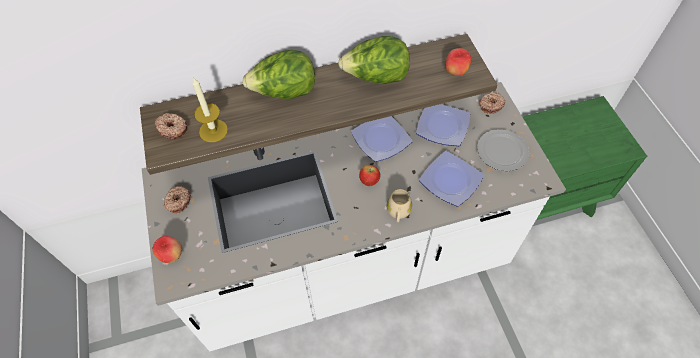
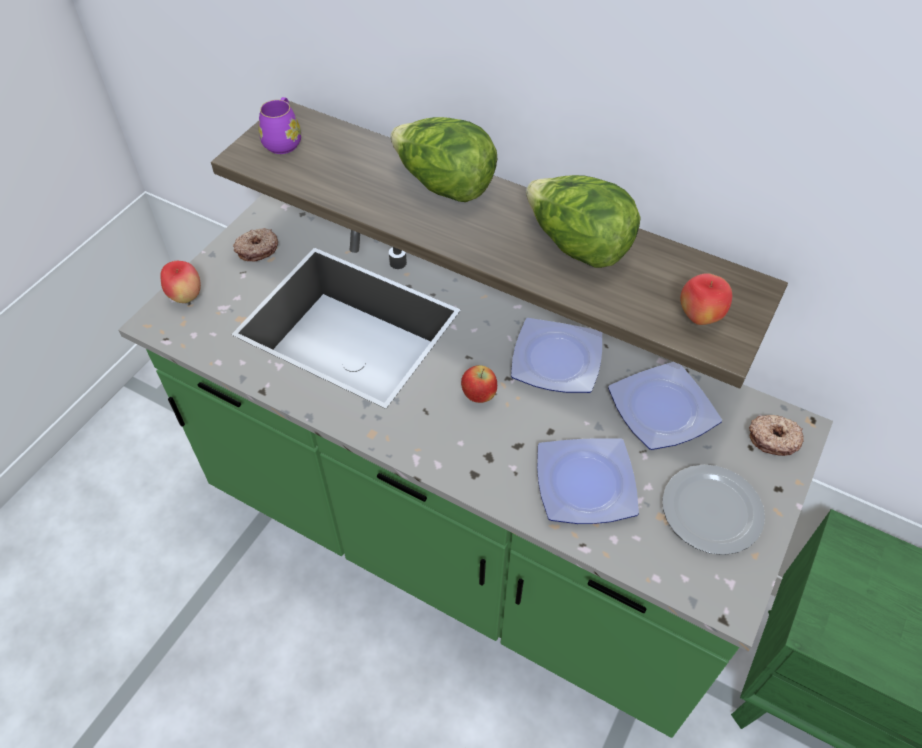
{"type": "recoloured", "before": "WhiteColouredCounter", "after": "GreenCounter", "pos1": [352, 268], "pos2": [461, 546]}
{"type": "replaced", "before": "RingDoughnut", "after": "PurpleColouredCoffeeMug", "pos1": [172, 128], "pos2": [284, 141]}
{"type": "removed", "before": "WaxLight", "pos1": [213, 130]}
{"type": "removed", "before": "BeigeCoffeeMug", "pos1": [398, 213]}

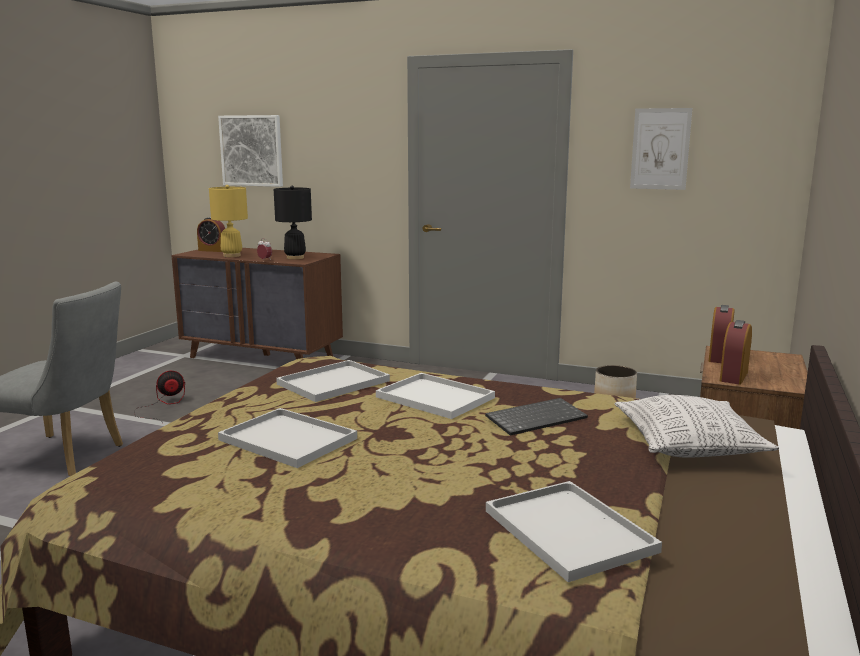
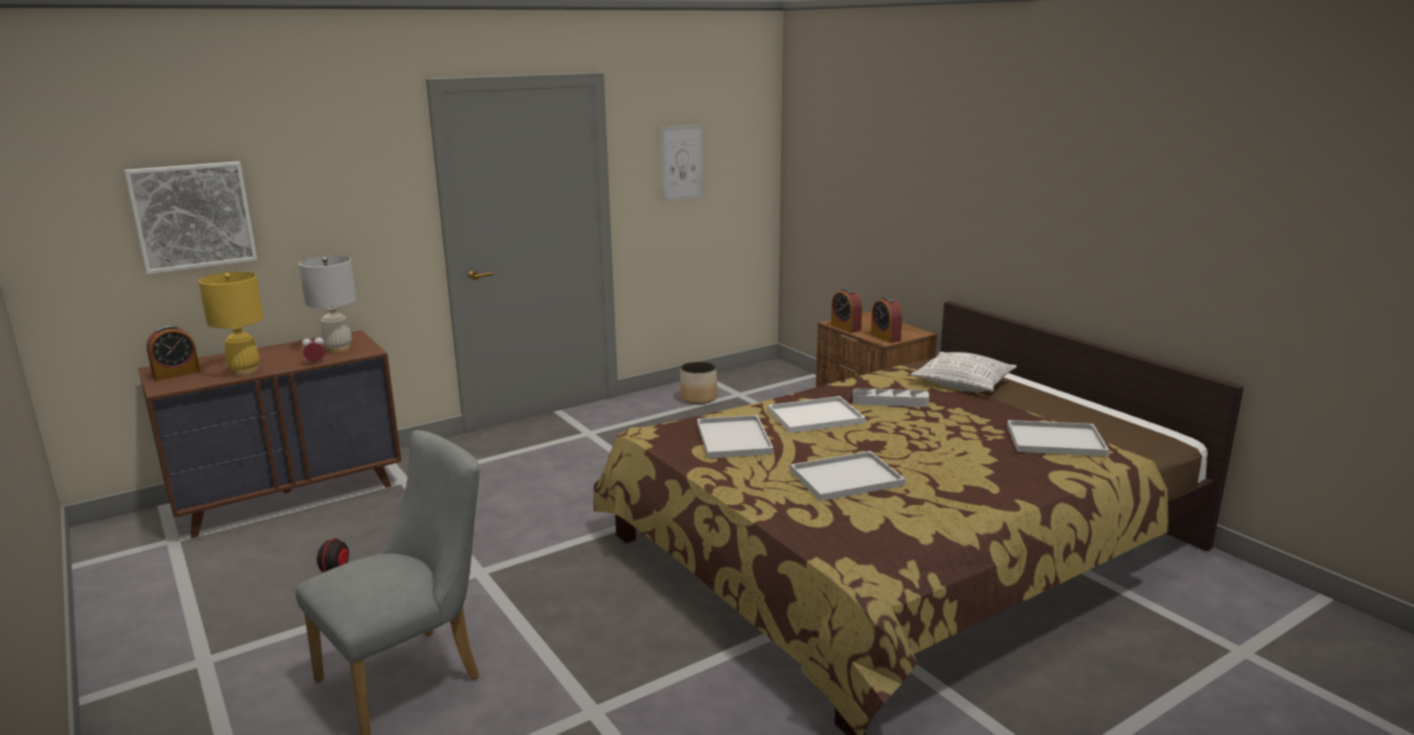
{"type": "recoloured", "before": "BlackishTabletopLamp", "after": "WhiteColouredTabletopLamp", "pos1": [295, 258], "pos2": [338, 349]}
{"type": "replaced", "before": "Keyboard", "after": "GreyishServingTray", "pos1": [536, 418], "pos2": [890, 402]}

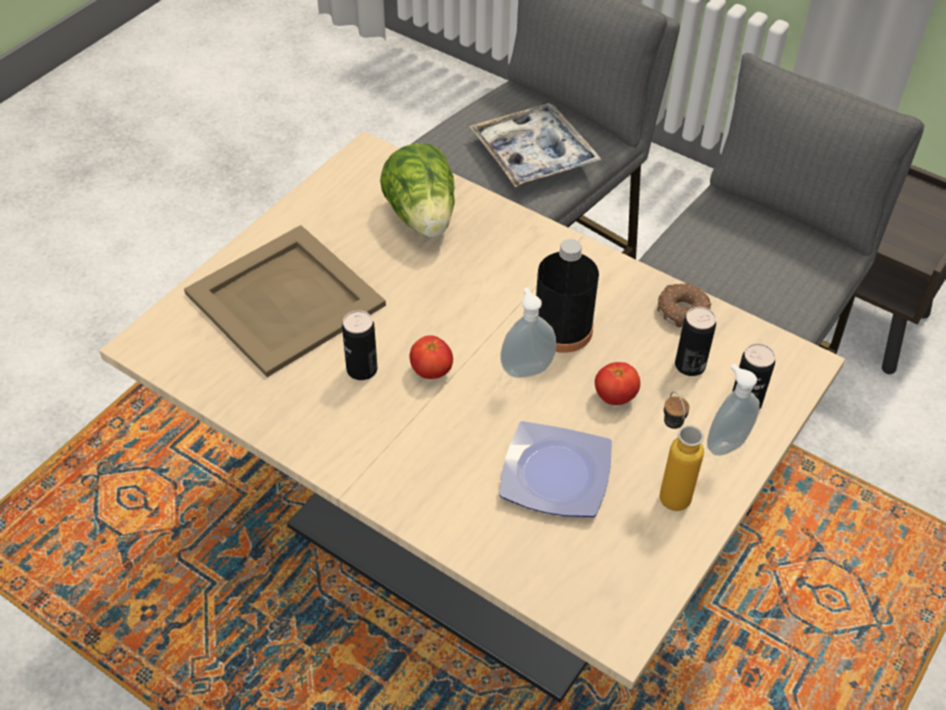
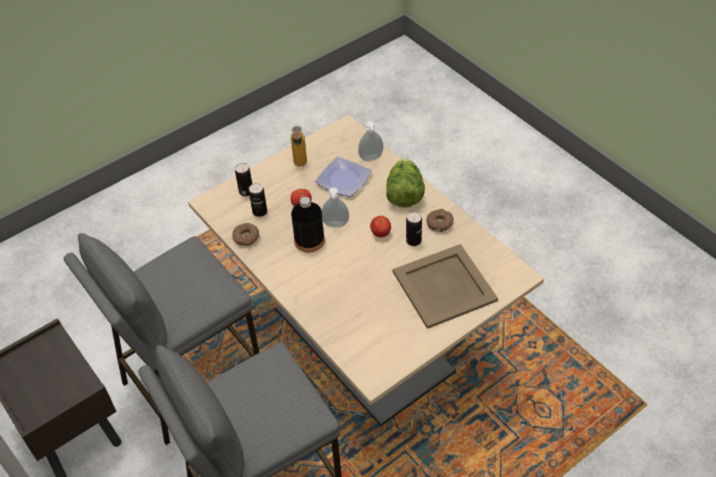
{"type": "moved", "before": "SoapDispenser", "pos1": [725, 443], "pos2": [371, 159]}
{"type": "moved", "before": "HeadOfLettuce", "pos1": [422, 217], "pos2": [404, 194]}
{"type": "added", "after": "RingDoughnut", "pos2": [439, 223]}
{"type": "removed", "before": "ServingTray", "pos1": [533, 155]}

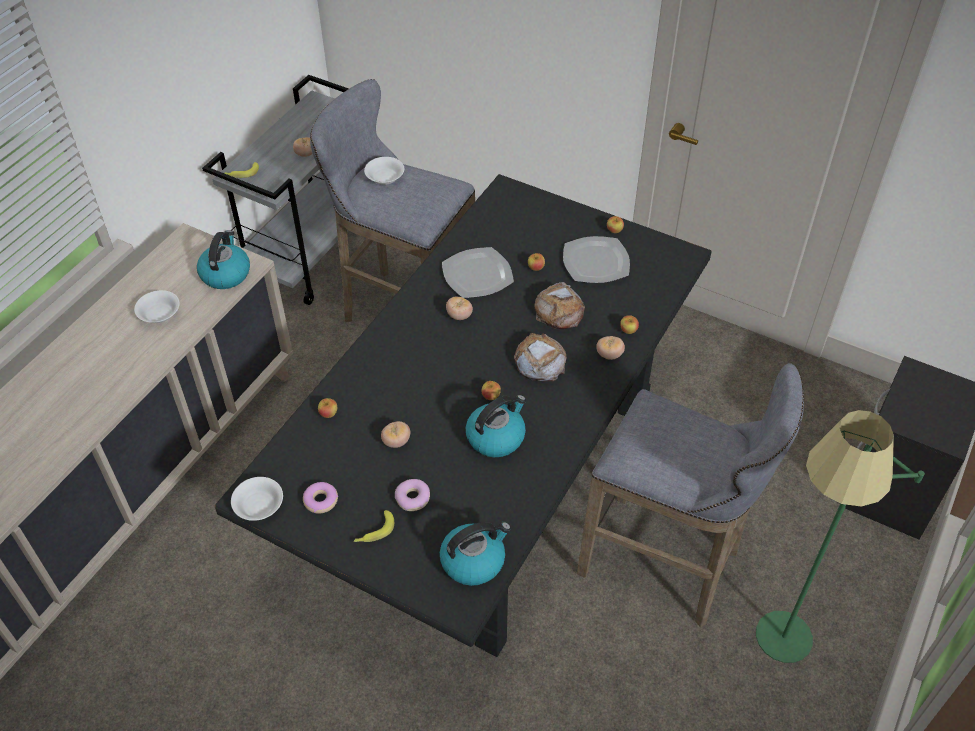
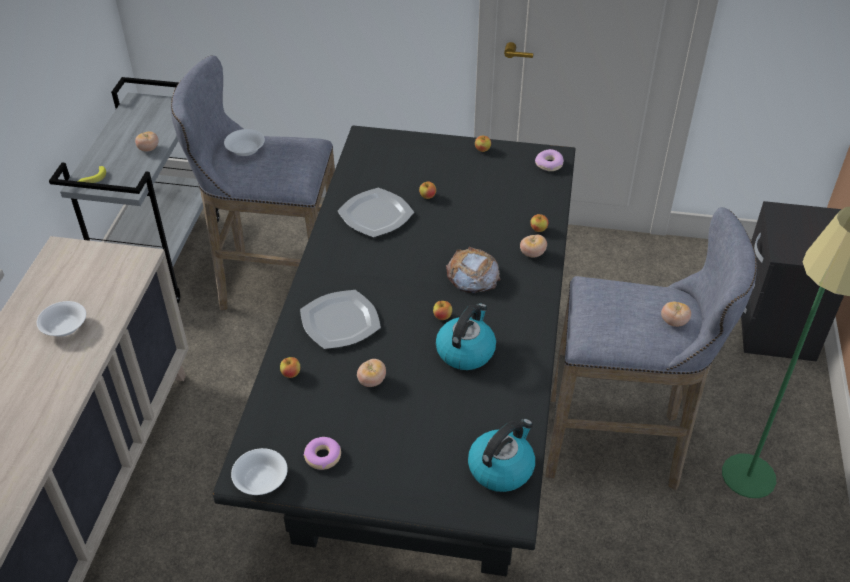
{"type": "moved", "before": "FlatDish", "pos1": [595, 262], "pos2": [340, 322]}
{"type": "moved", "before": "RingDoughnut", "pos1": [413, 498], "pos2": [549, 164]}
{"type": "moved", "before": "FreshTomato", "pos1": [459, 316], "pos2": [674, 322]}
{"type": "removed", "before": "TeaKettle", "pos1": [225, 273]}
{"type": "removed", "before": "WholeBanana", "pos1": [374, 531]}
{"type": "removed", "before": "Bread", "pos1": [559, 311]}

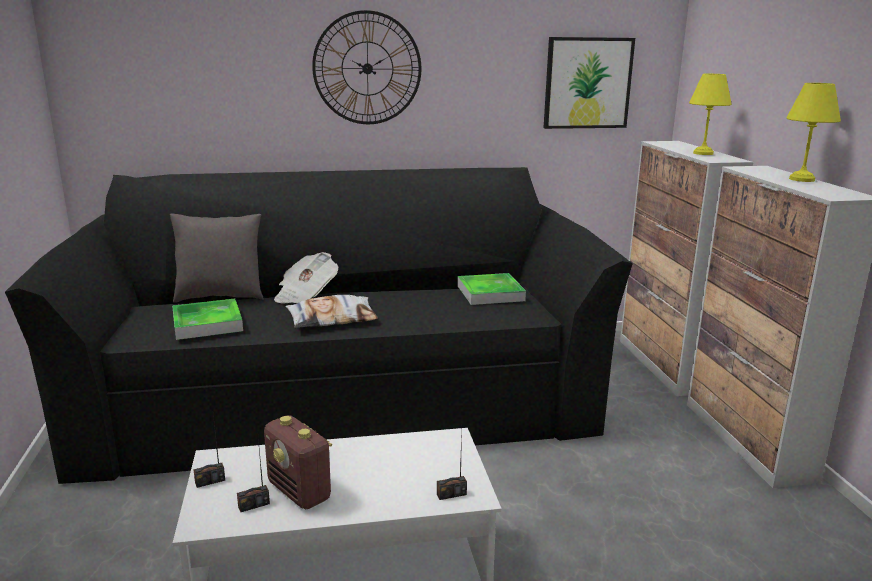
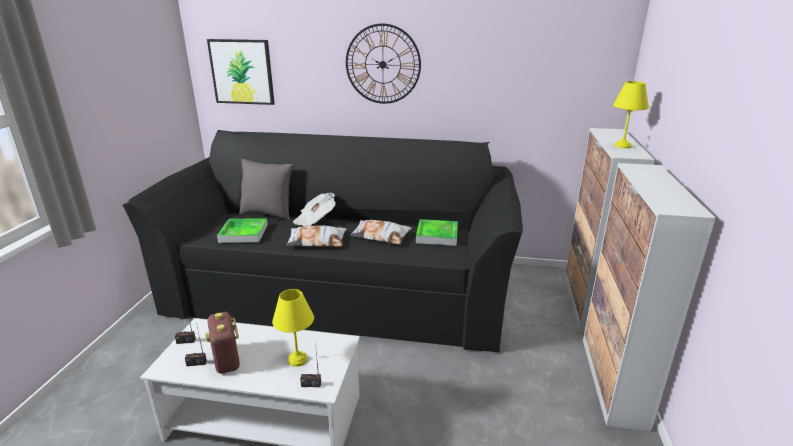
{"type": "moved", "before": "Picture", "pos1": [587, 83], "pos2": [242, 72]}
{"type": "moved", "before": "YellowColouredTabletopLamp", "pos1": [800, 179], "pos2": [296, 359]}
{"type": "added", "after": "ThrowPillow", "pos2": [380, 236]}

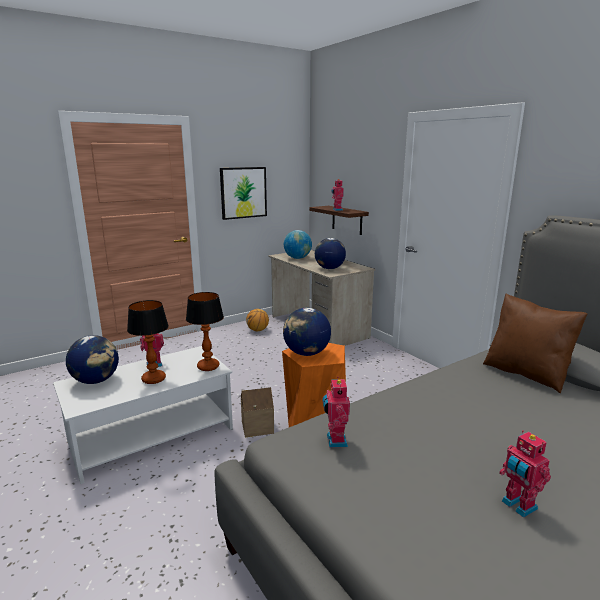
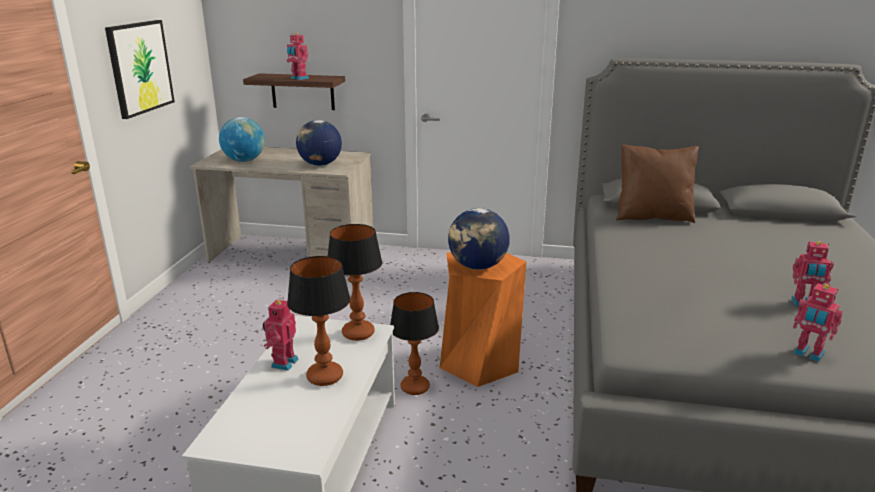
{"type": "replaced", "before": "ToyHouse", "after": "TabletopLamp", "pos1": [257, 426], "pos2": [414, 388]}
{"type": "moved", "before": "ToyRobot", "pos1": [335, 440], "pos2": [808, 354]}
{"type": "removed", "before": "Globe", "pos1": [96, 381]}
{"type": "removed", "before": "Basketball", "pos1": [258, 330]}

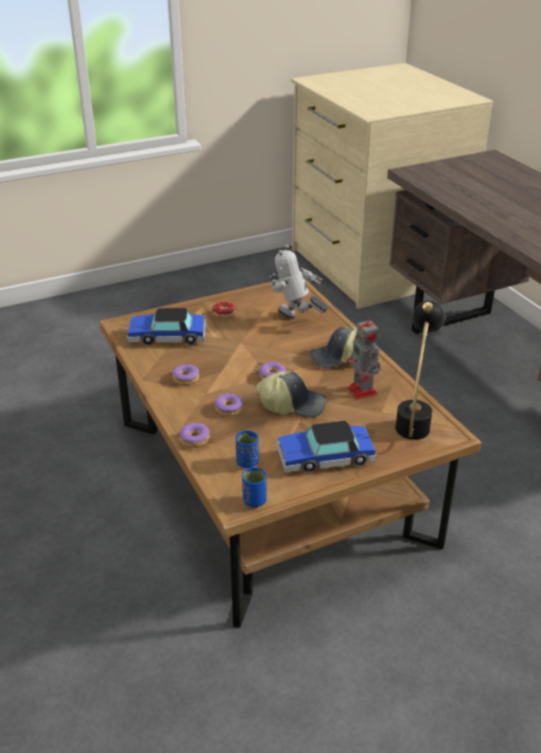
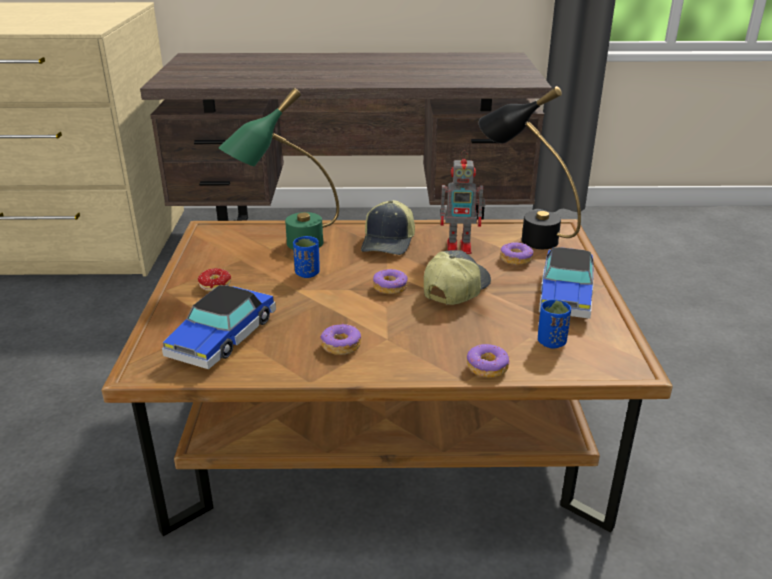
{"type": "replaced", "before": "ToyRobot", "after": "GreenTabletopLamp", "pos1": [295, 321], "pos2": [288, 247]}
{"type": "moved", "before": "BlueSmallCup", "pos1": [254, 501], "pos2": [307, 273]}
{"type": "moved", "before": "RingDoughnut", "pos1": [229, 409], "pos2": [516, 259]}

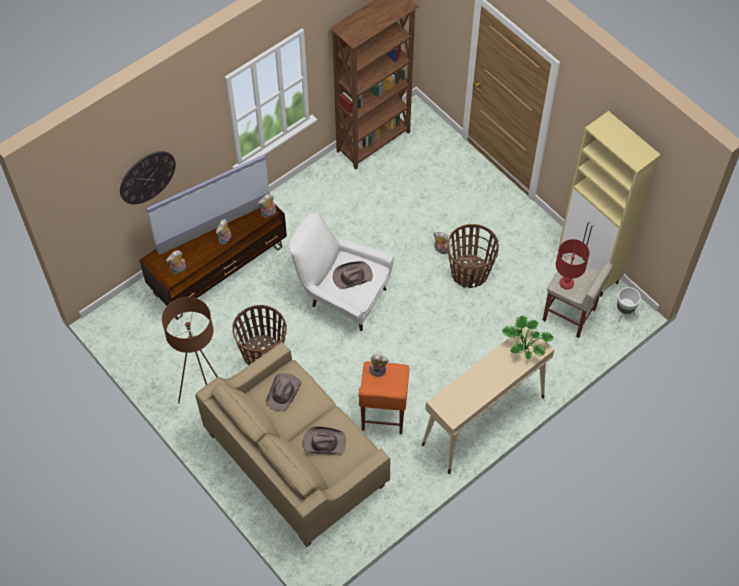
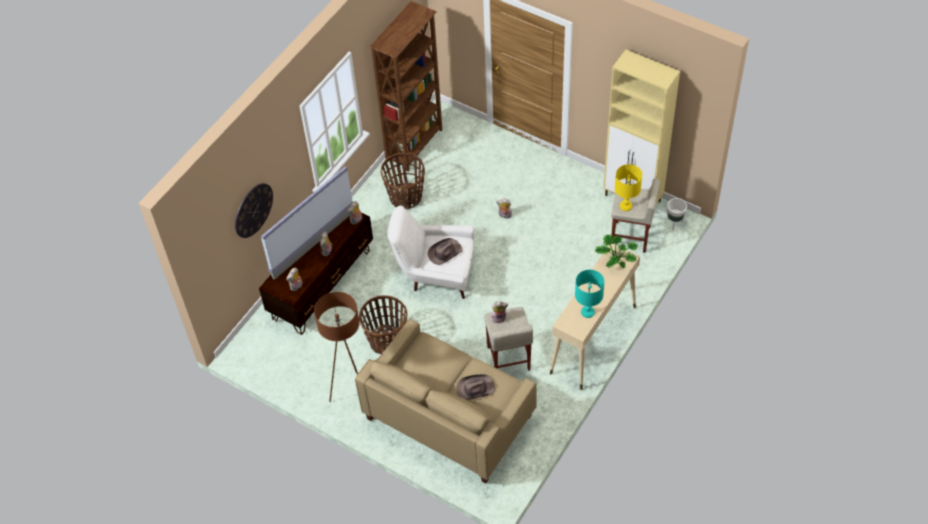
{"type": "moved", "before": "StorageBasket", "pos1": [469, 272], "pos2": [405, 197]}
{"type": "recoloured", "before": "OrangeColouredStool", "after": "BeigeStool", "pos1": [383, 414], "pos2": [508, 359]}
{"type": "added", "after": "TurquoiseColouredTabletopLamp", "pos2": [588, 312]}
{"type": "recoloured", "before": "RedColouredTabletopLamp", "after": "YellowColouredTabletopLamp", "pos1": [566, 283], "pos2": [625, 206]}
{"type": "removed", "before": "BrownClothingHat", "pos1": [283, 392]}

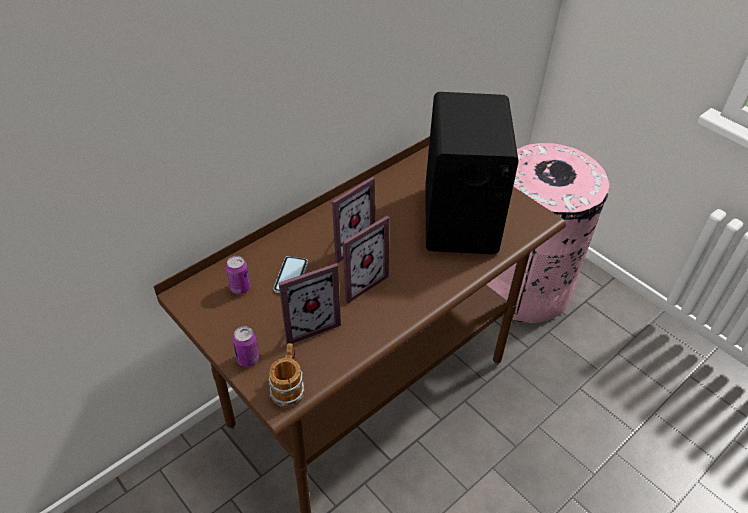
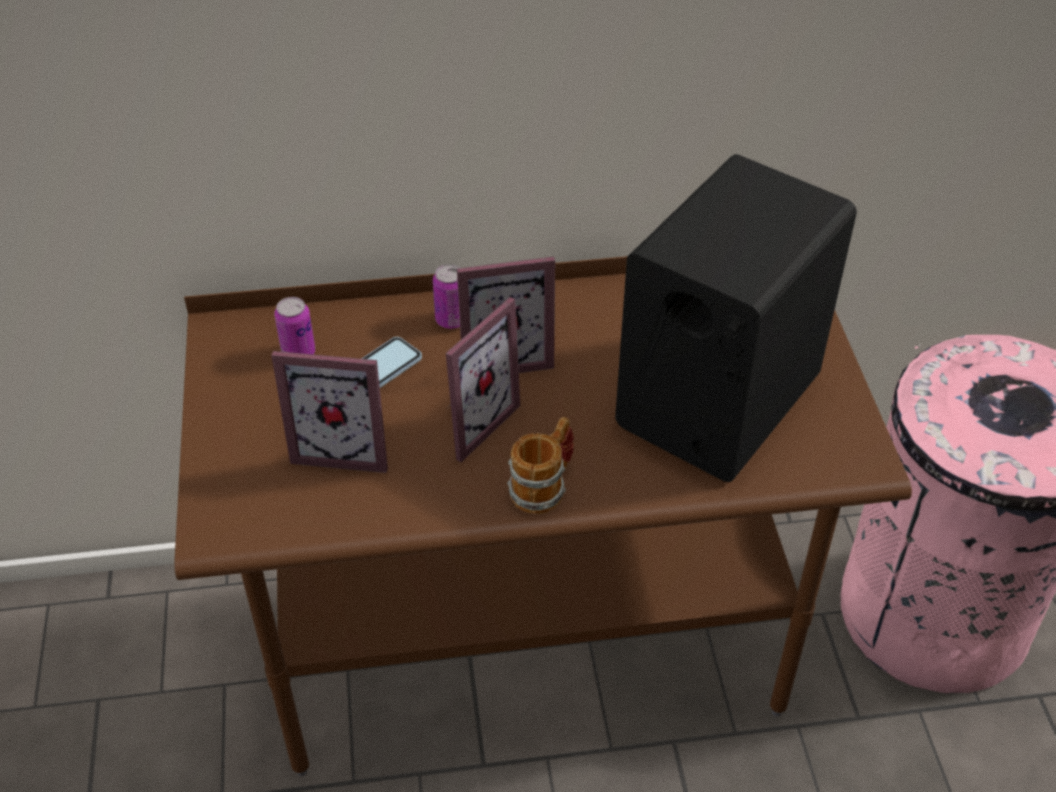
{"type": "moved", "before": "MetalCan", "pos1": [248, 359], "pos2": [451, 320]}
{"type": "turned", "before": "StandingFrame", "pos1": [358, 281], "pos2": [469, 421], "turn": -45}
{"type": "moved", "before": "CoffeeMug", "pos1": [289, 387], "pos2": [544, 486]}

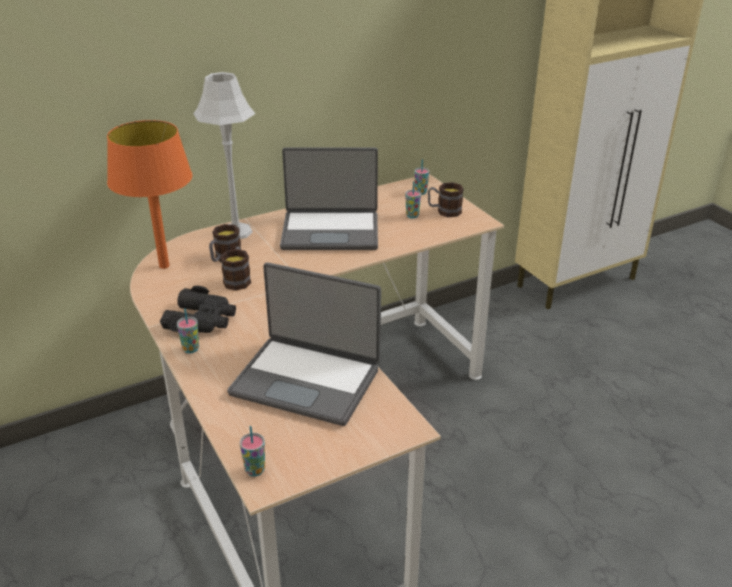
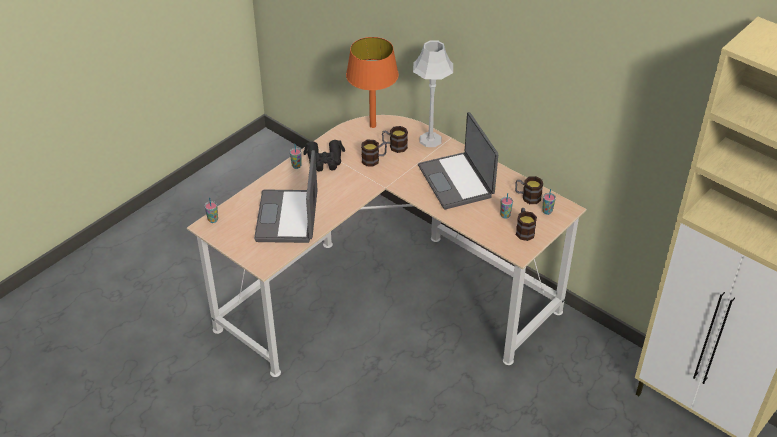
{"type": "added", "after": "CoffeeMug", "pos2": [527, 197]}

